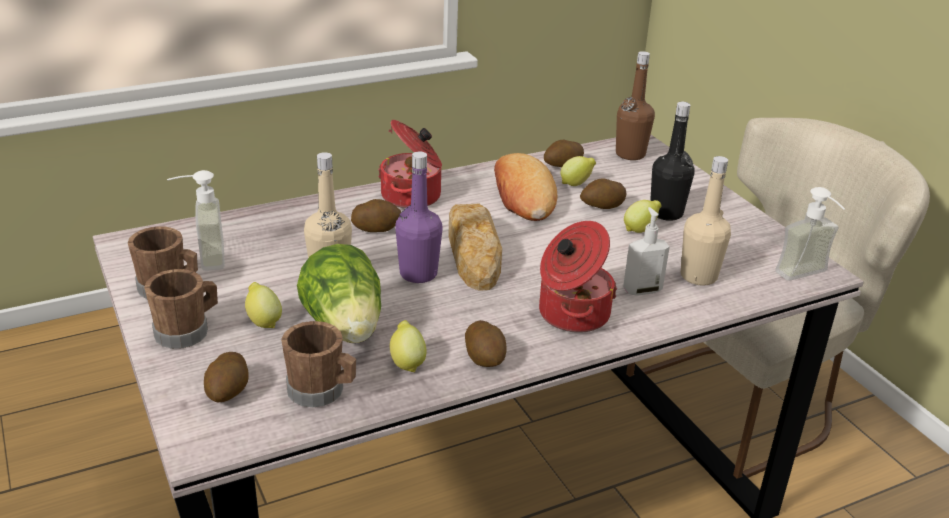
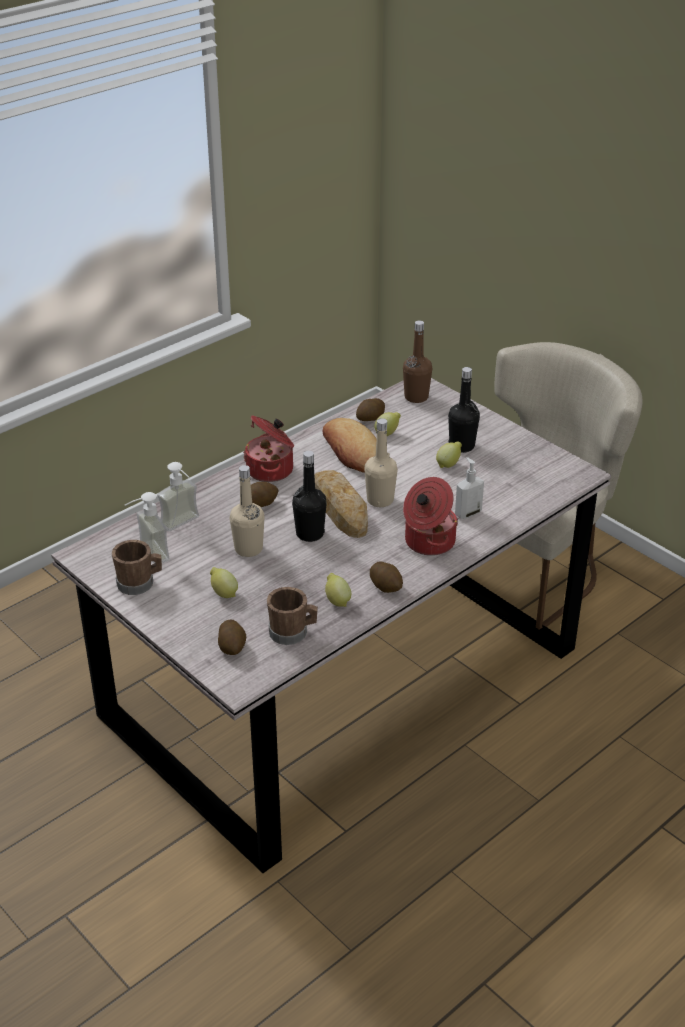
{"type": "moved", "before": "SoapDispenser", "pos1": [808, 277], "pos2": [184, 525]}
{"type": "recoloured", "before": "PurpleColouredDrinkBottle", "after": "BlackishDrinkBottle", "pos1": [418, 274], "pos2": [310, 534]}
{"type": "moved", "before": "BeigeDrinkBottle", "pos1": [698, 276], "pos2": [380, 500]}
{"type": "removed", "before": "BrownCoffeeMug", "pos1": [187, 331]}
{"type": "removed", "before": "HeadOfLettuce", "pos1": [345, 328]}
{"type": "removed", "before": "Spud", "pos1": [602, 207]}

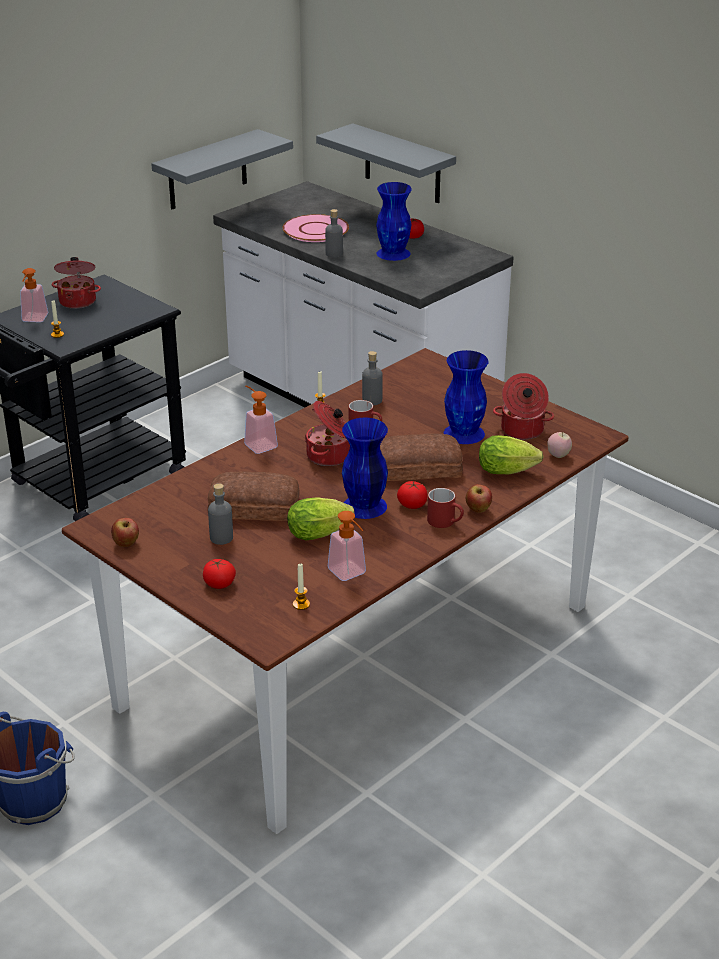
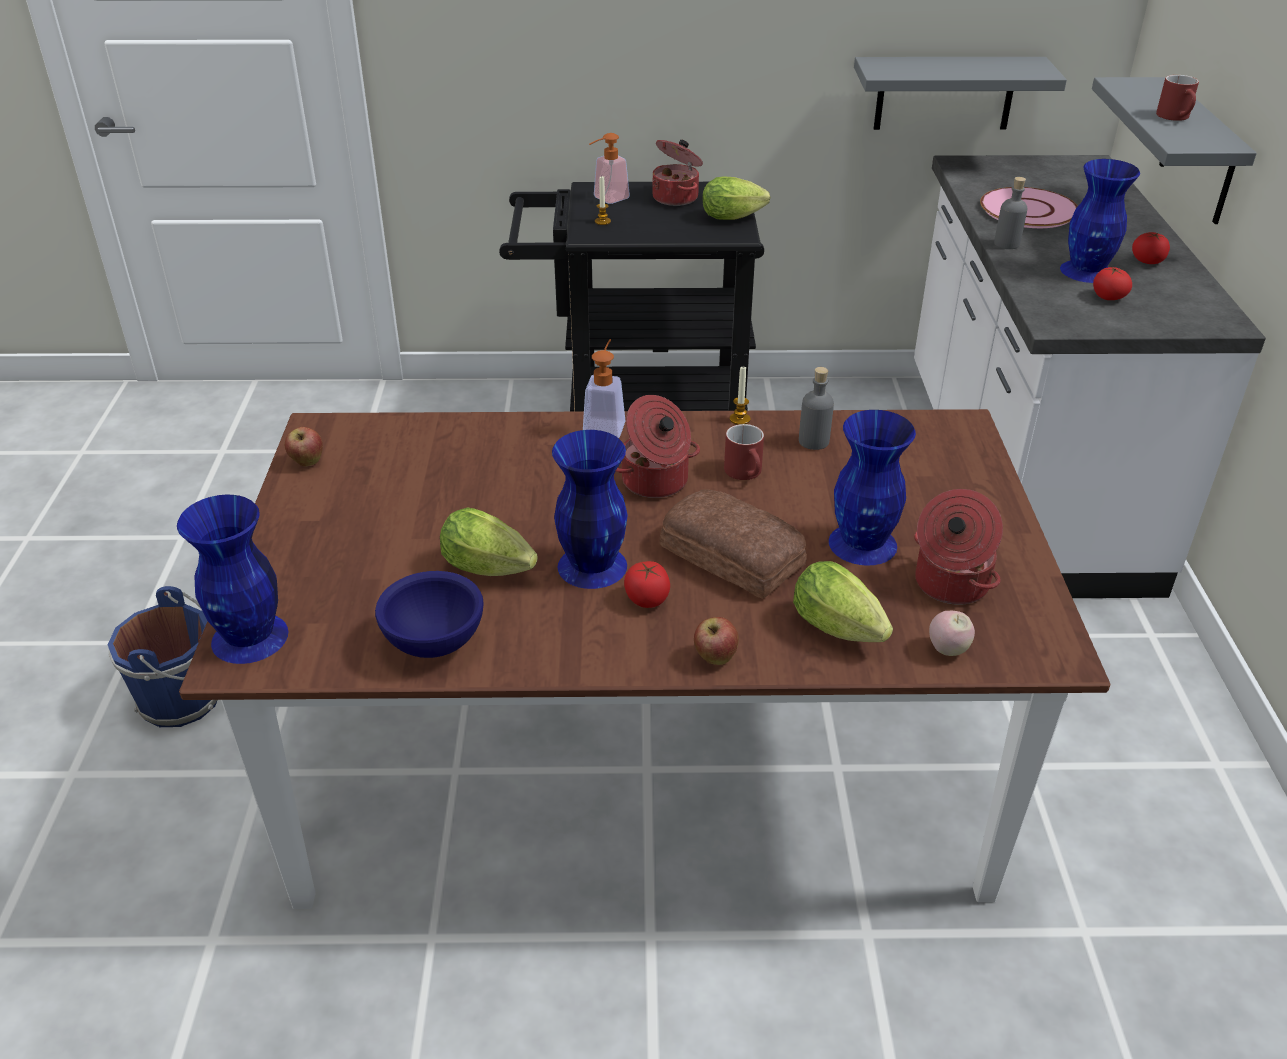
{"type": "added", "after": "BlueDecorativeVase", "pos2": [249, 638]}
{"type": "replaced", "before": "SoapDispenser", "after": "BlueBowl", "pos1": [350, 574], "pos2": [436, 642]}
{"type": "added", "after": "HeadOfLettuce", "pos2": [735, 217]}
{"type": "moved", "before": "FreshTomato", "pos1": [219, 584], "pos2": [1108, 297]}
{"type": "moved", "before": "RedColouredCoffeeMug", "pos1": [446, 522], "pos2": [1177, 117]}
{"type": "removed", "before": "Bread", "pos1": [255, 508]}
{"type": "removed", "before": "GreyishDrinkBottle", "pos1": [221, 538]}
{"type": "removed", "before": "WaxLight", "pos1": [301, 604]}

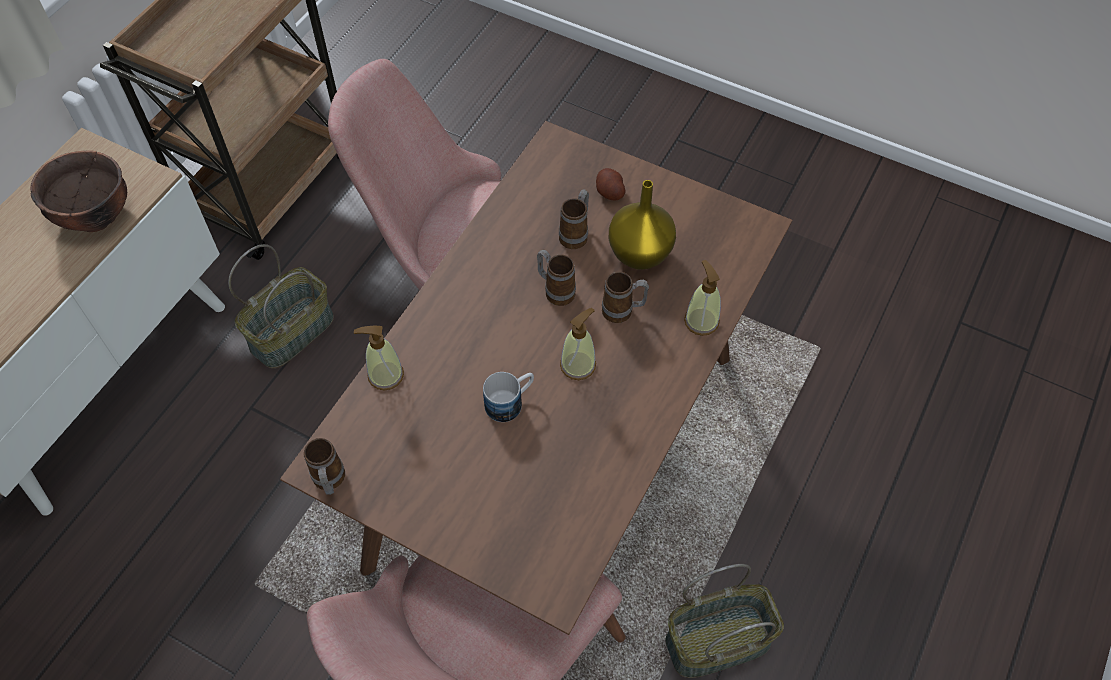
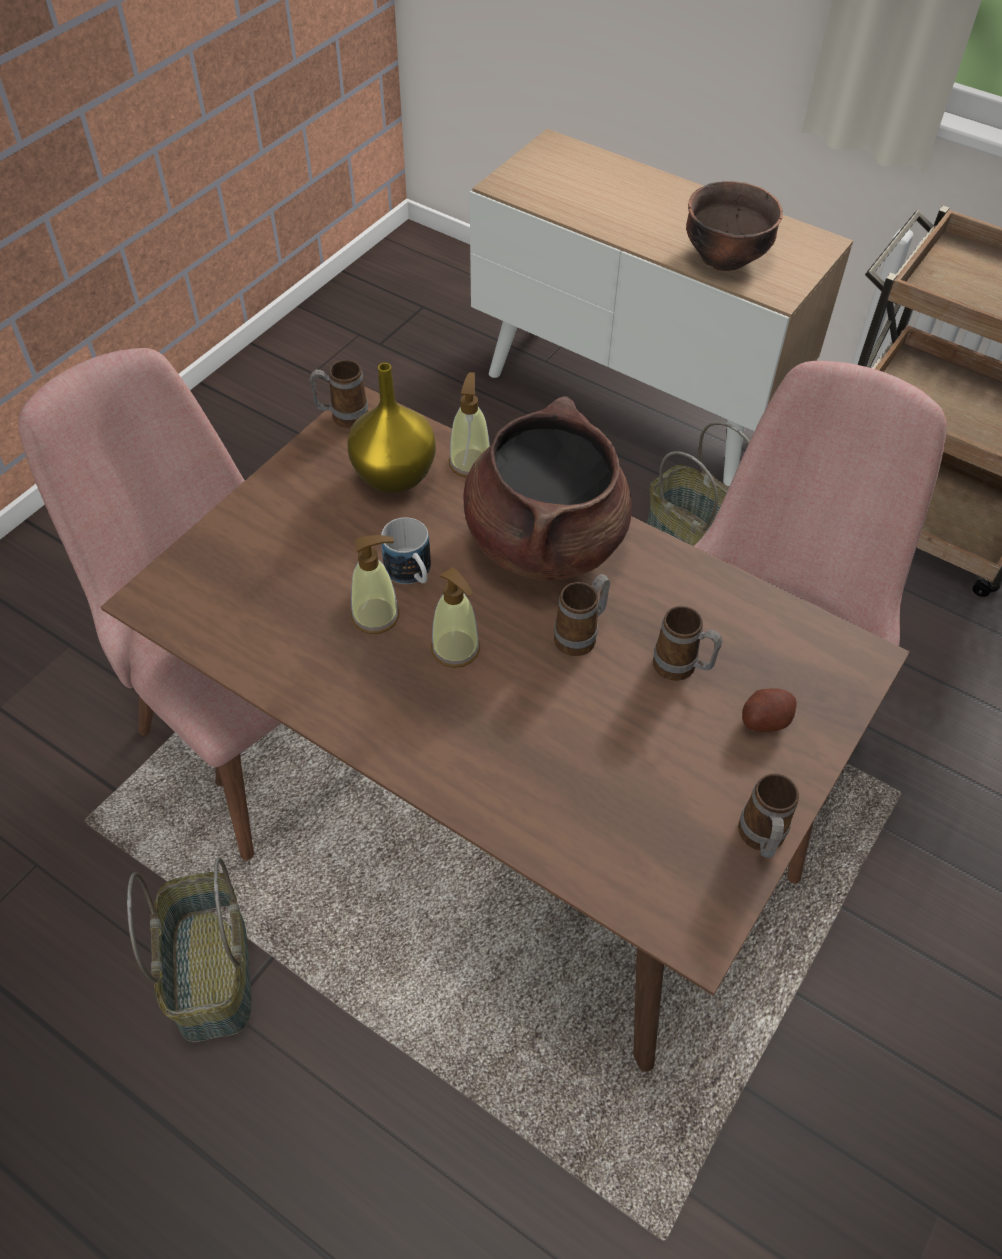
{"type": "moved", "before": "YellowColouredDecorativeVase", "pos1": [641, 253], "pos2": [394, 477]}
{"type": "moved", "before": "SoapDispenser", "pos1": [701, 321], "pos2": [376, 616]}
{"type": "added", "after": "BrownStockpot", "pos2": [544, 540]}
{"type": "moved", "before": "CoffeeMug", "pos1": [623, 311], "pos2": [760, 840]}

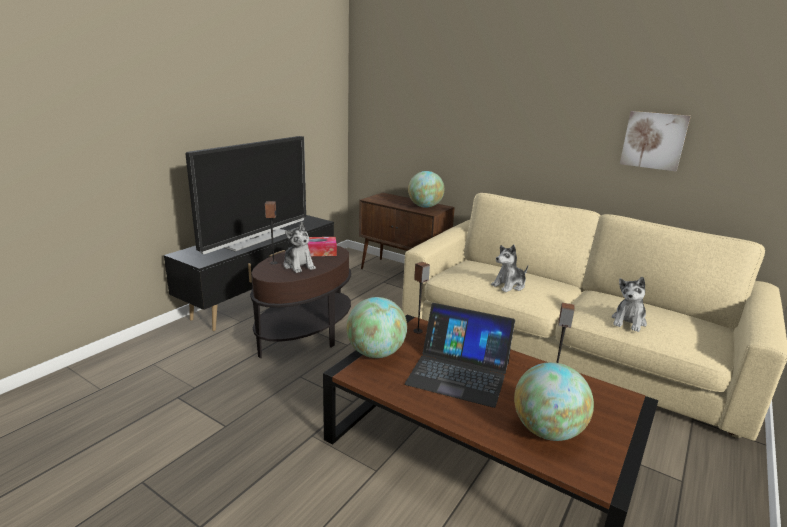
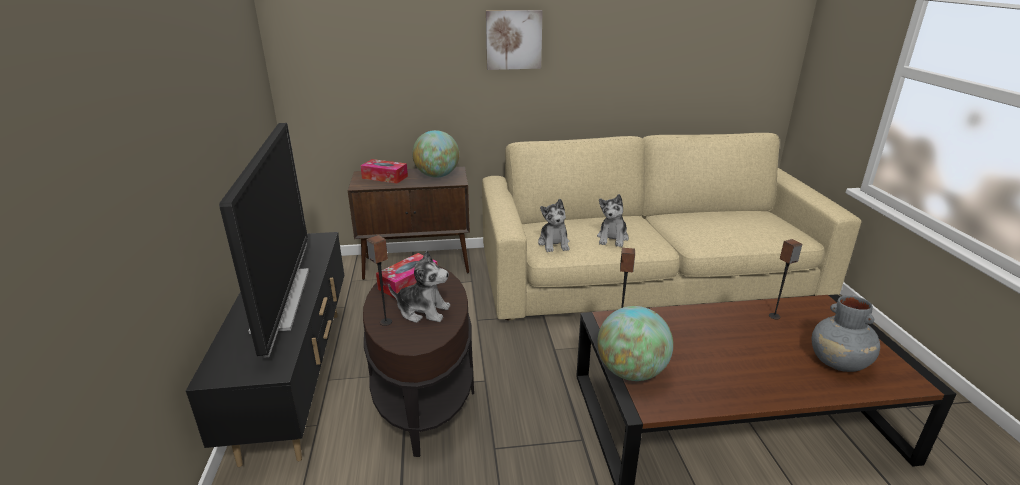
{"type": "added", "after": "TissueHolder", "pos2": [385, 177]}
{"type": "moved", "before": "Picture", "pos1": [654, 140], "pos2": [513, 39]}
{"type": "moved", "before": "CuddlyToy", "pos1": [628, 322], "pos2": [554, 243]}
{"type": "replaced", "before": "Globe", "after": "GreyishDecorativeVase", "pos1": [547, 431], "pos2": [838, 363]}
{"type": "removed", "before": "NotebookComputer", "pos1": [459, 373]}

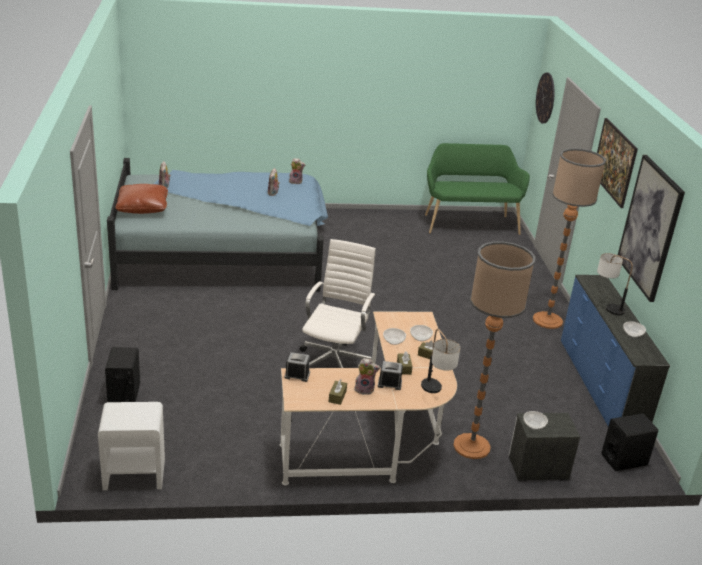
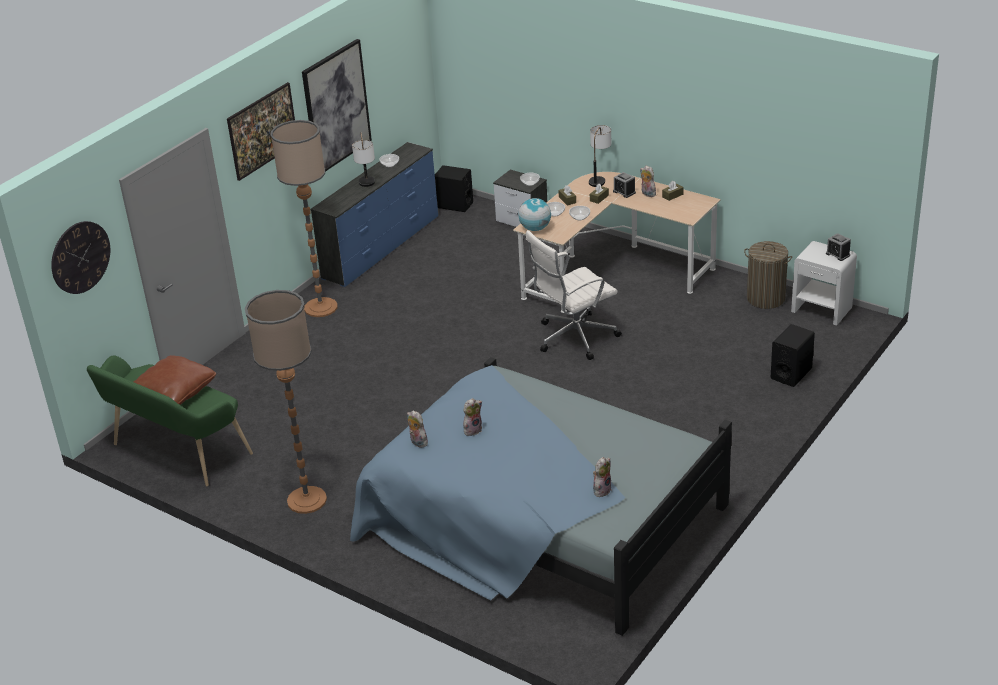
{"type": "moved", "before": "BrownThrowPillow", "pos1": [142, 208], "pos2": [175, 391]}
{"type": "moved", "before": "FloorLamp", "pos1": [471, 446], "pos2": [306, 500]}
{"type": "added", "after": "Globe", "pos2": [535, 228]}
{"type": "added", "after": "Hamper", "pos2": [765, 298]}
{"type": "moved", "before": "TableClock", "pos1": [297, 375], "pos2": [838, 254]}

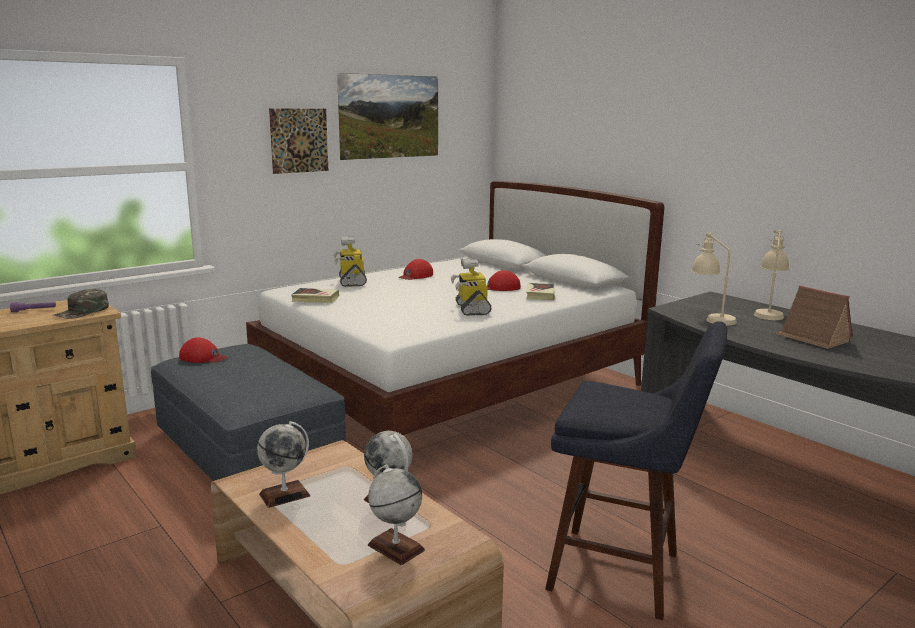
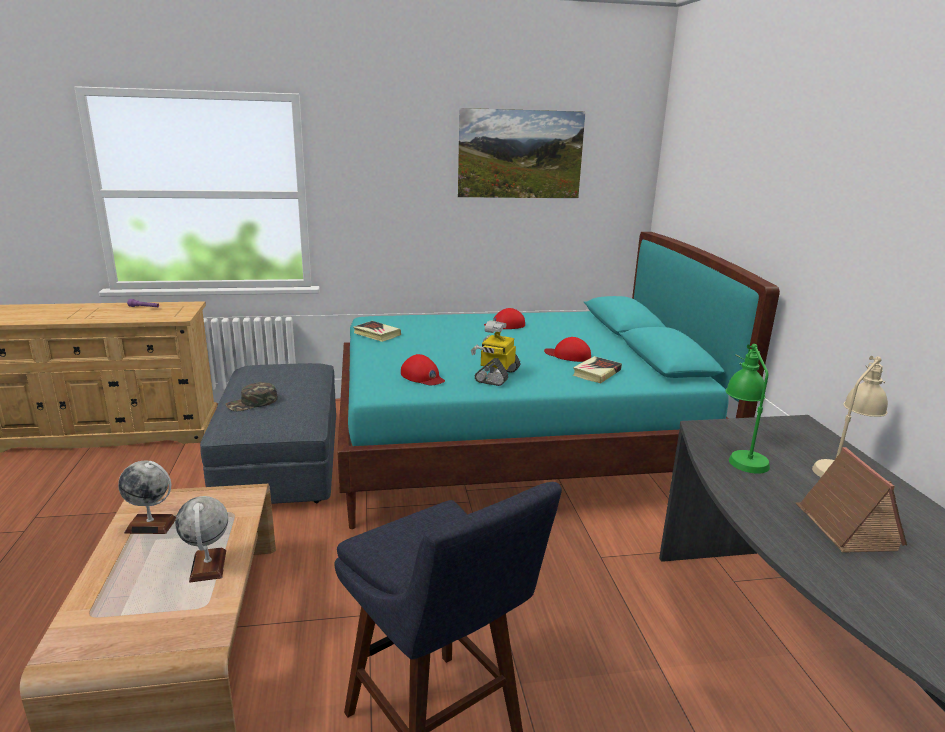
{"type": "moved", "before": "GreenPeakedCap", "pos1": [82, 312], "pos2": [252, 403]}
{"type": "recoloured", "before": "WhiteColouredBedroomBed", "after": "TurquoiseColouredBedroomBed", "pos1": [454, 388], "pos2": [517, 449]}
{"type": "moved", "before": "RedColouredPeakedCap", "pos1": [203, 357], "pos2": [422, 377]}
{"type": "recoloured", "before": "BeigeTabletopLamp", "after": "GreenTabletopLamp", "pos1": [710, 318], "pos2": [740, 455]}
{"type": "removed", "before": "Picture", "pos1": [299, 140]}
{"type": "removed", "before": "ToyRobot", "pos1": [351, 281]}
{"type": "removed", "before": "Globe", "pos1": [395, 547]}

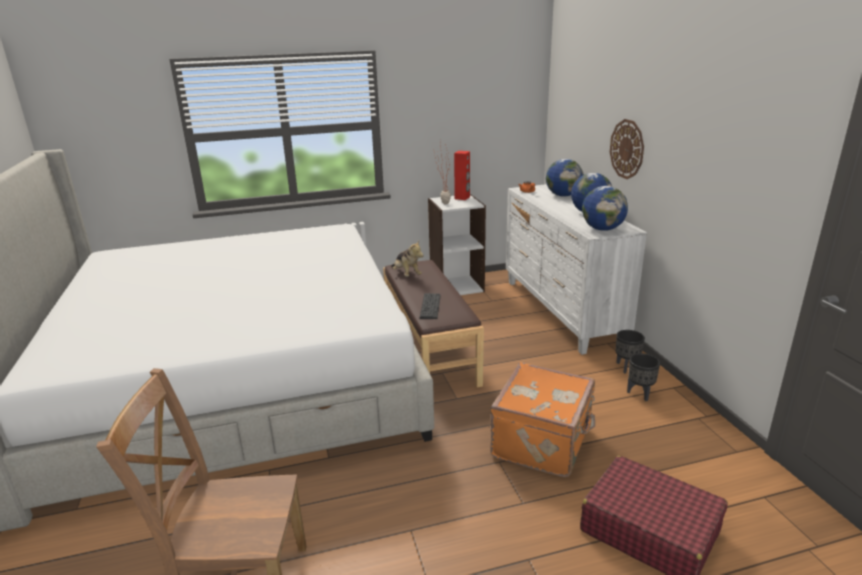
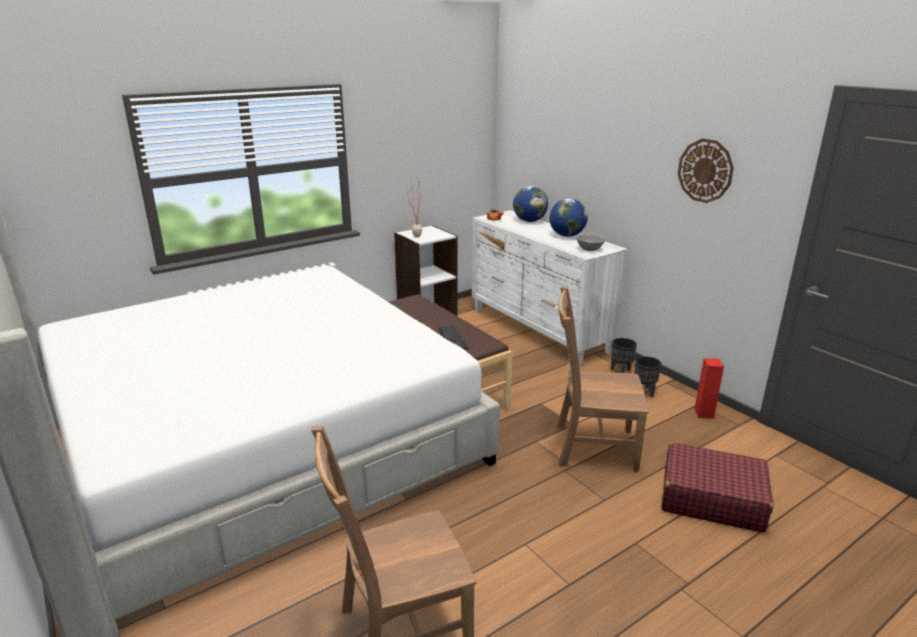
{"type": "replaced", "before": "OrangeColouredSuitcase", "after": "BrownChair", "pos1": [543, 442], "pos2": [591, 447]}
{"type": "replaced", "before": "Globe", "after": "GreyishBowl", "pos1": [602, 229], "pos2": [590, 249]}
{"type": "moved", "before": "WallClock", "pos1": [627, 149], "pos2": [705, 170]}
{"type": "moved", "before": "RedColouredAudioSpeaker", "pos1": [462, 198], "pos2": [704, 413]}
{"type": "removed", "before": "CuddlyToy", "pos1": [406, 274]}

